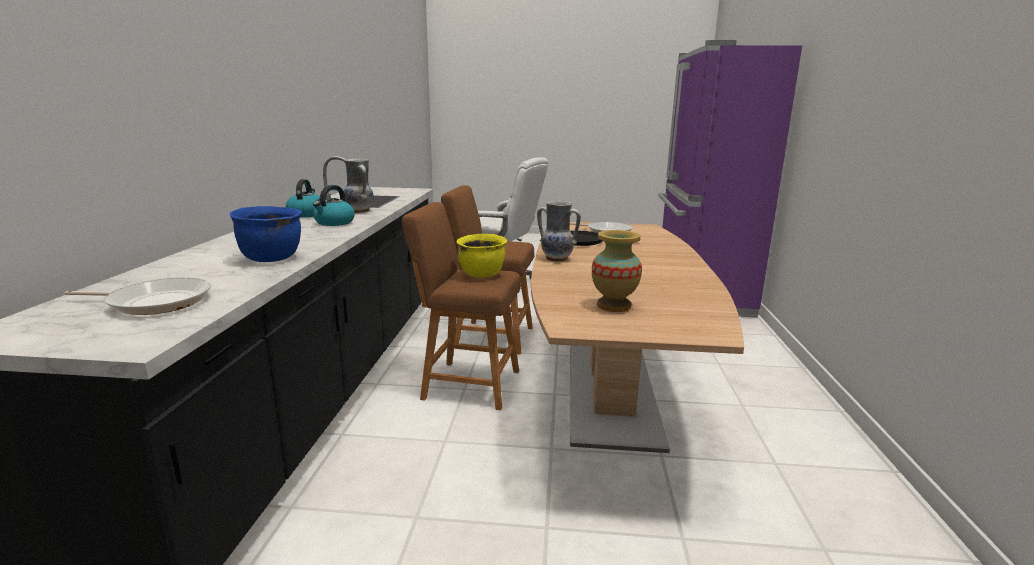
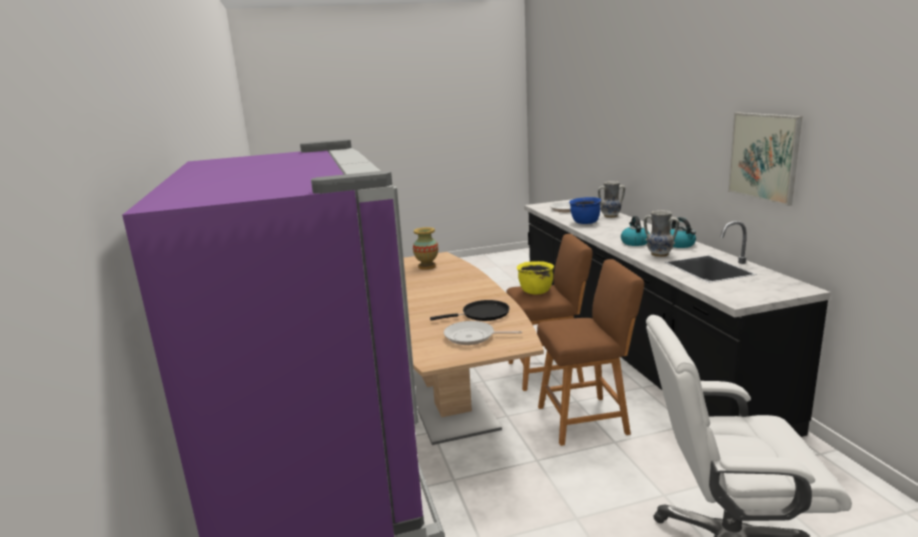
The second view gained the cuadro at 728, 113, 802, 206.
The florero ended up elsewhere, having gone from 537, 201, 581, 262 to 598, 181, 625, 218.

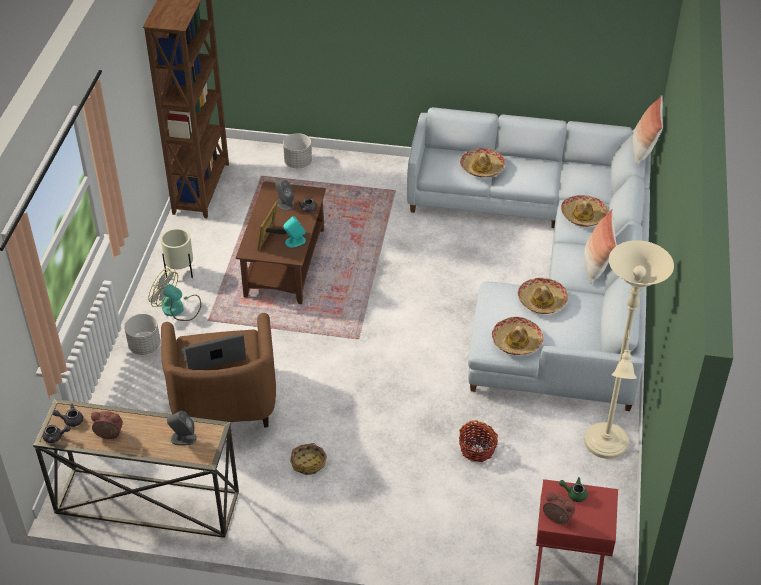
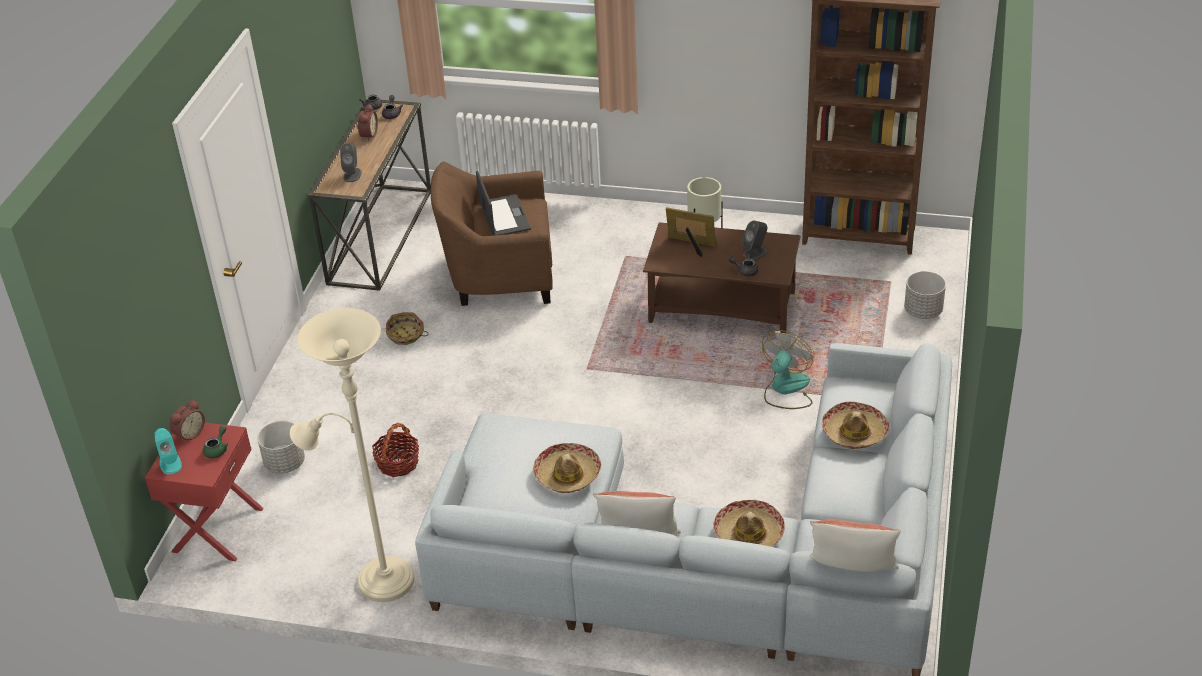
The second view lost the sombrero at 492, 317, 543, 355.
The maceta/gris ended up elsewhere, having gone from 124, 314, 161, 355 to 257, 421, 305, 474.
The ventilador ended up elsewhere, having gone from 149, 268, 201, 321 to 762, 330, 813, 409.
The altavoz/turquesa ended up elsewhere, having gone from 283, 216, 306, 248 to 154, 428, 182, 474.

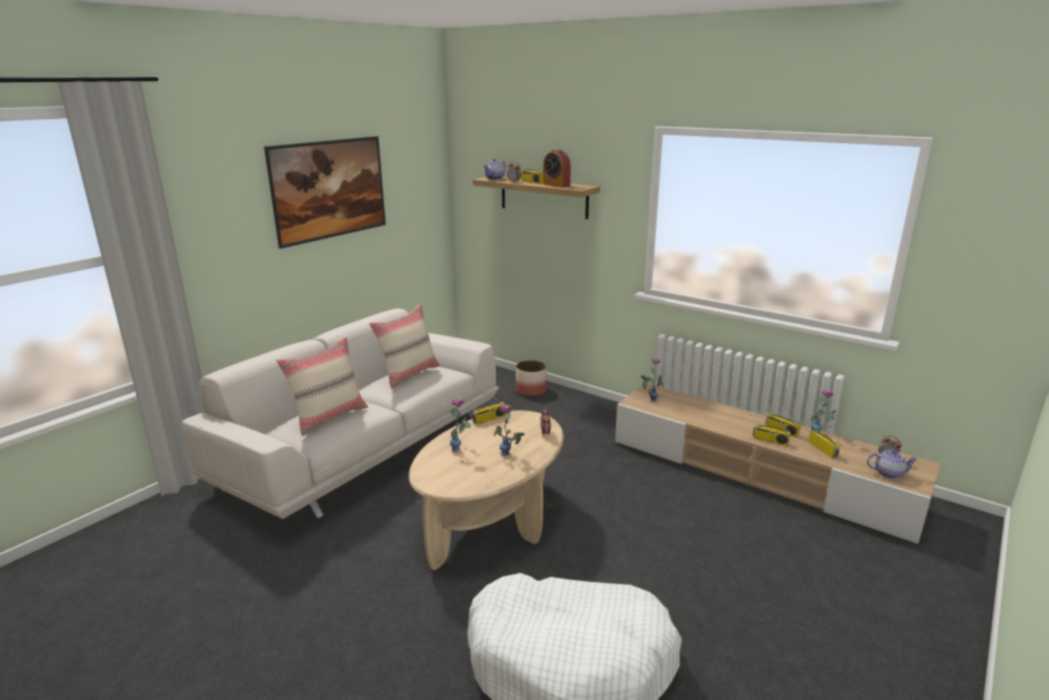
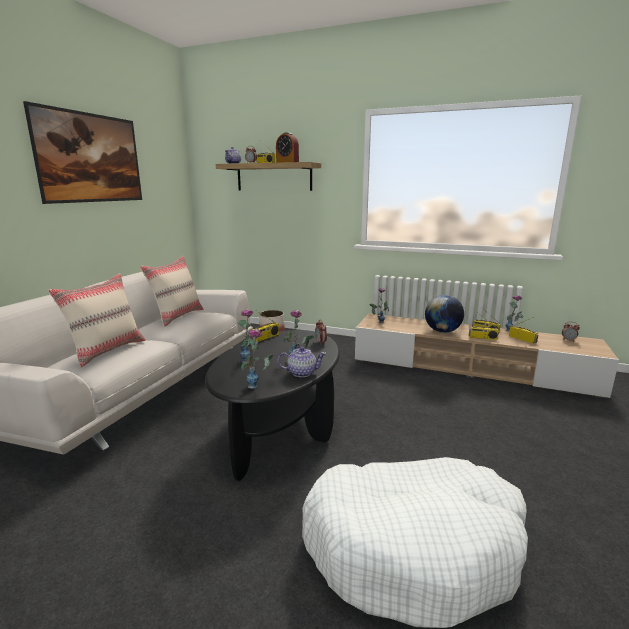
The second view gained the florero at 241, 329, 274, 389.
The second view gained the globo terráqueo at 425, 295, 464, 333.
The tetera ended up elsewhere, having gone from 867, 450, 918, 479 to 278, 347, 326, 377.
What was the mesa de centro/beis at 409, 410, 564, 570 turned into the mesa de centro/negro at 205, 330, 340, 481.

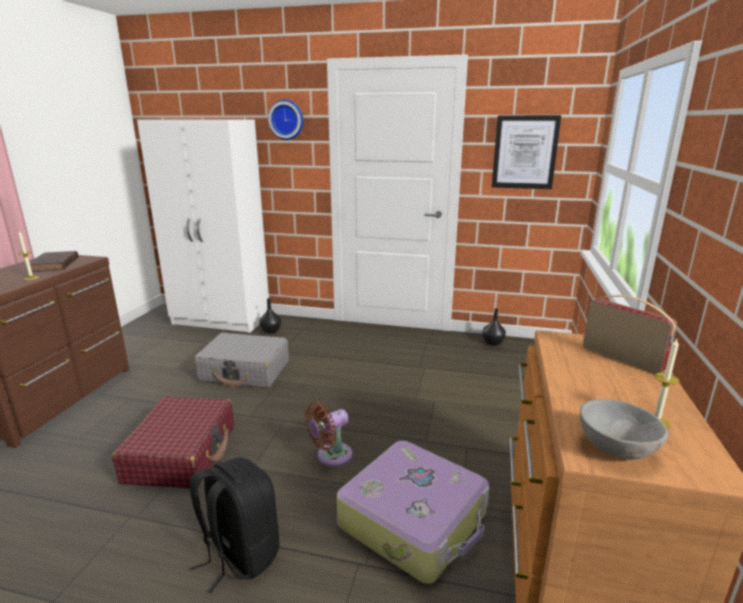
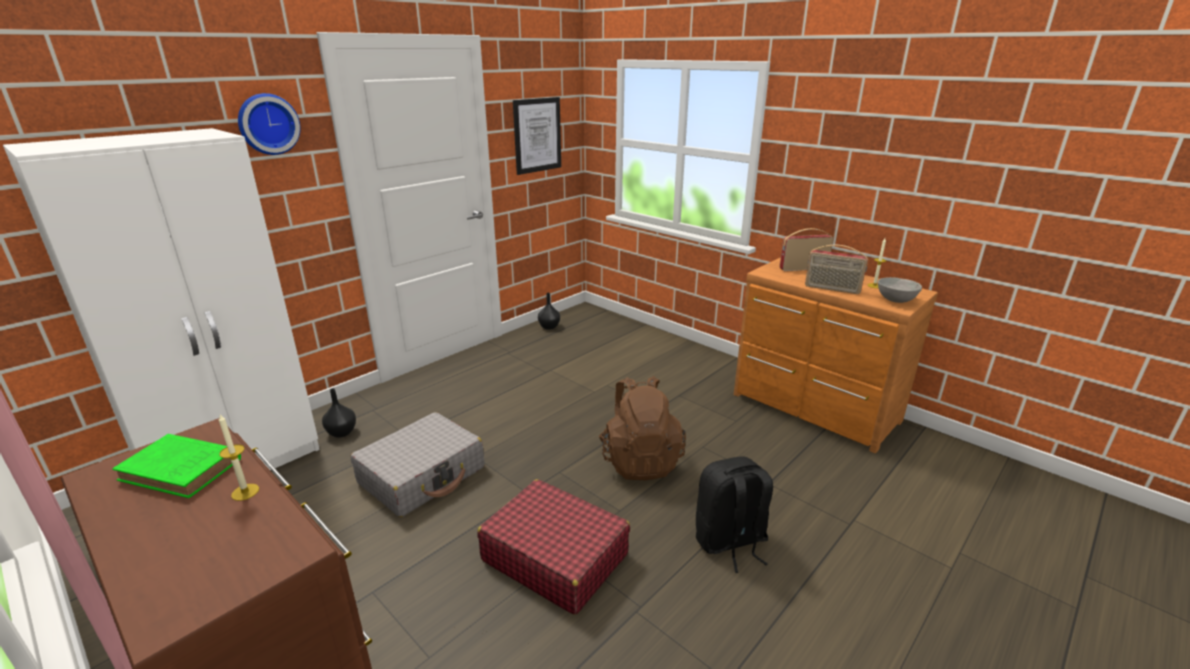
The second view lost the maleta at 337, 441, 489, 584.
The second view gained the radio at 805, 245, 868, 294.
Where the ventilador/marrón stood at 305, 402, 353, 467, the mochila/marrón came to stand at 599, 376, 686, 480.
What was the libro/marrón at 27, 251, 79, 272 turned into the libro/verde at 112, 434, 241, 498.

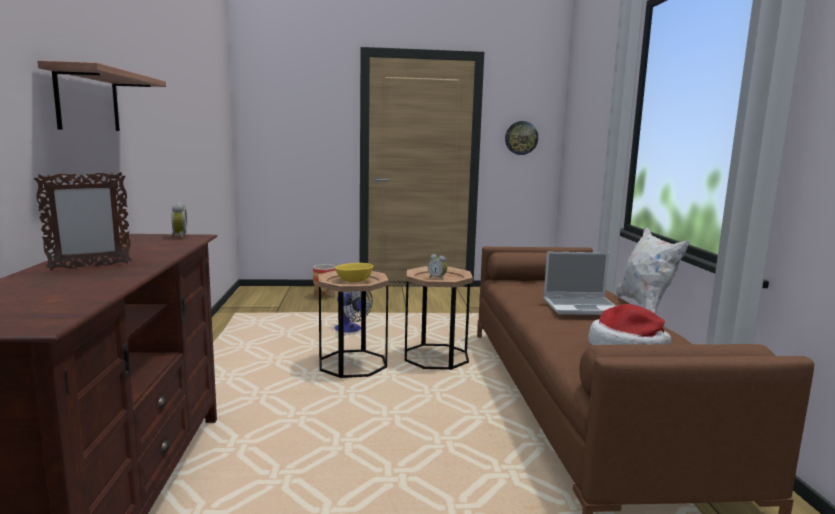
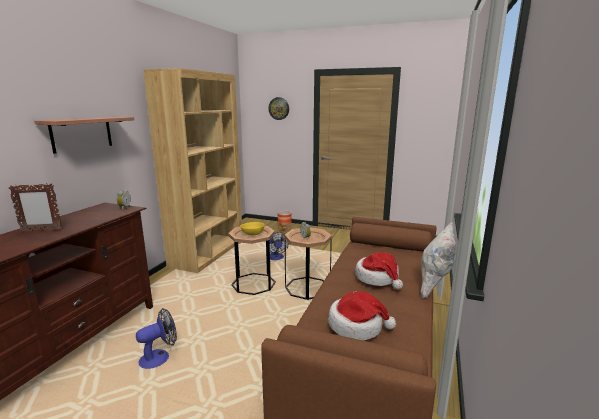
The second view gained the ventilador at 136, 308, 177, 369.
The second view gained the estantería/marrón at 143, 68, 242, 273.
The reloj de pared ended up elsewhere, having gone from 505, 121, 538, 155 to 268, 97, 289, 120.
Where the portátil stood at 543, 252, 616, 315, the sombrero came to stand at 355, 252, 403, 290.

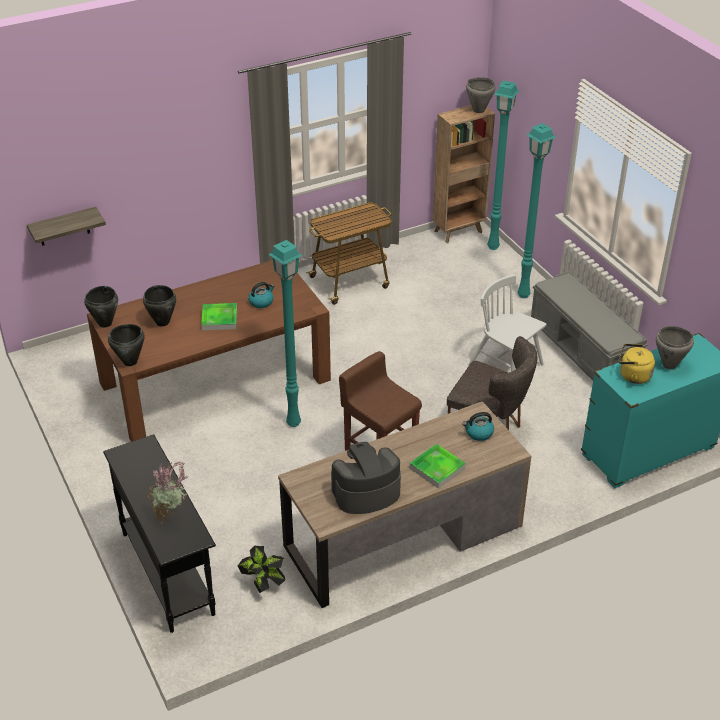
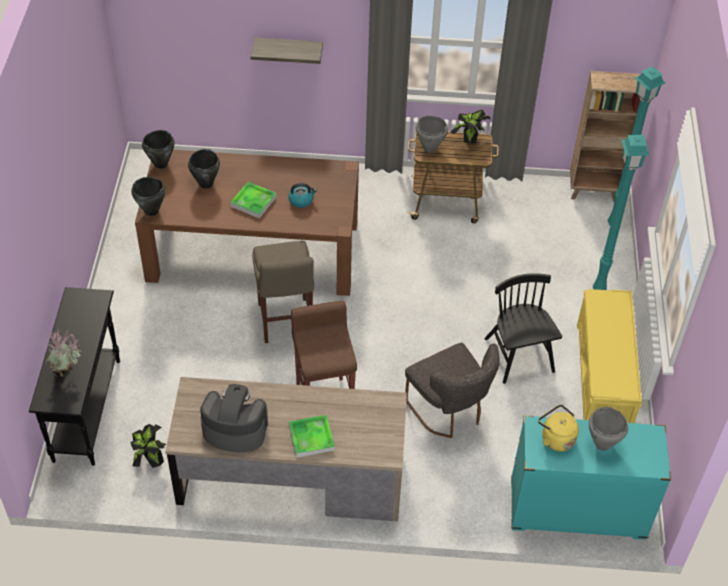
The second view lost the hervidor at 462, 412, 494, 441.
The second view gained the planta en maceta at 451, 110, 491, 144.
The estante ended up elsewhere, having gone from 27, 207, 106, 246 to 251, 37, 323, 64.
The olla/gris ended up elsewhere, having gone from 466, 77, 496, 113 to 416, 116, 448, 153.
Where the lámpara de pie/turquesa stood at 268, 240, 303, 427, the taburete/beis came to stand at 252, 241, 314, 343.
What was the silla/blanco at 469, 274, 546, 372 turned into the silla/negro at 485, 273, 562, 384.
What was the banco/gris at 531, 271, 648, 380 turned into the banco/amarillo at 577, 289, 642, 423.

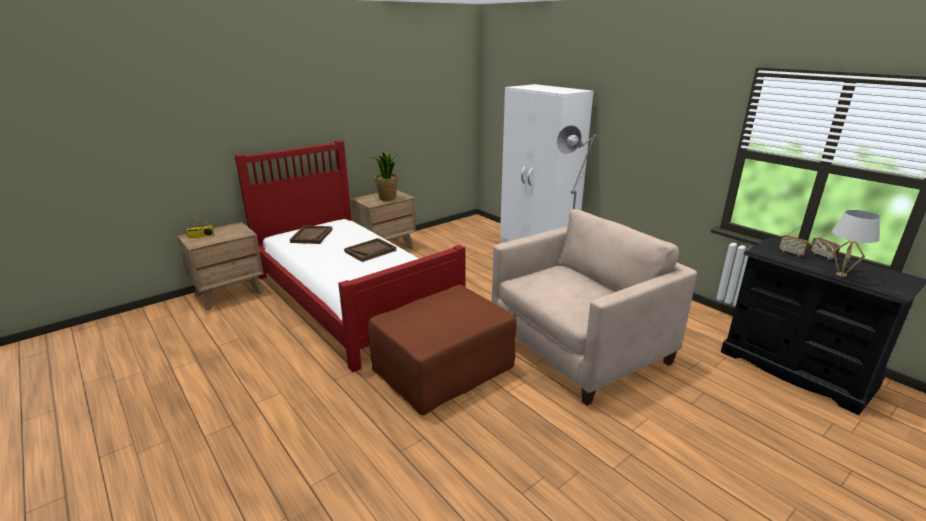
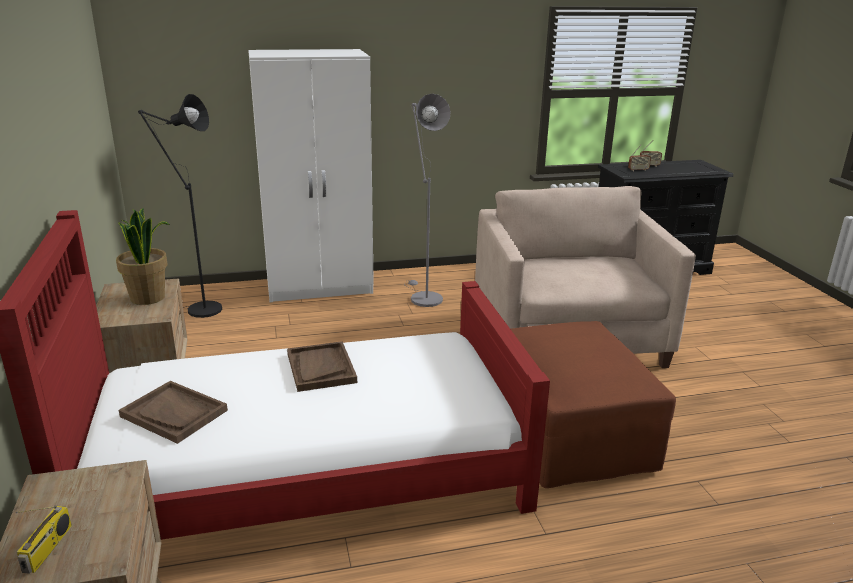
The second view lost the lámpara de mesa/blanco at 831, 210, 880, 277.
The second view gained the lámpara de pie/negro at 138, 94, 222, 318.

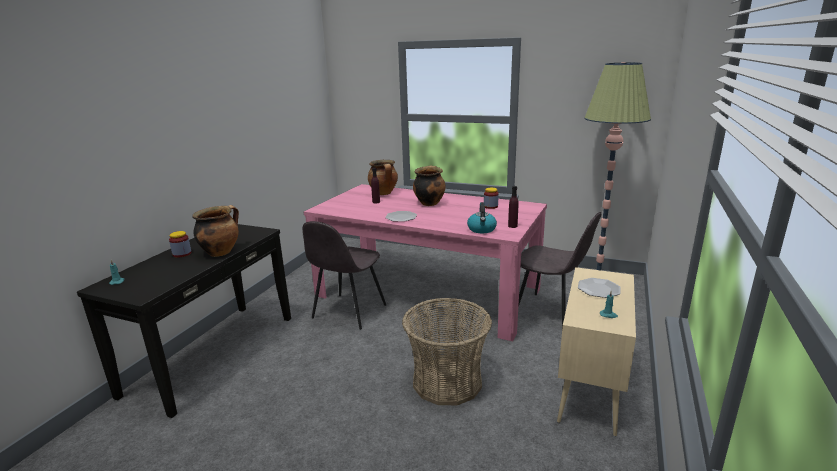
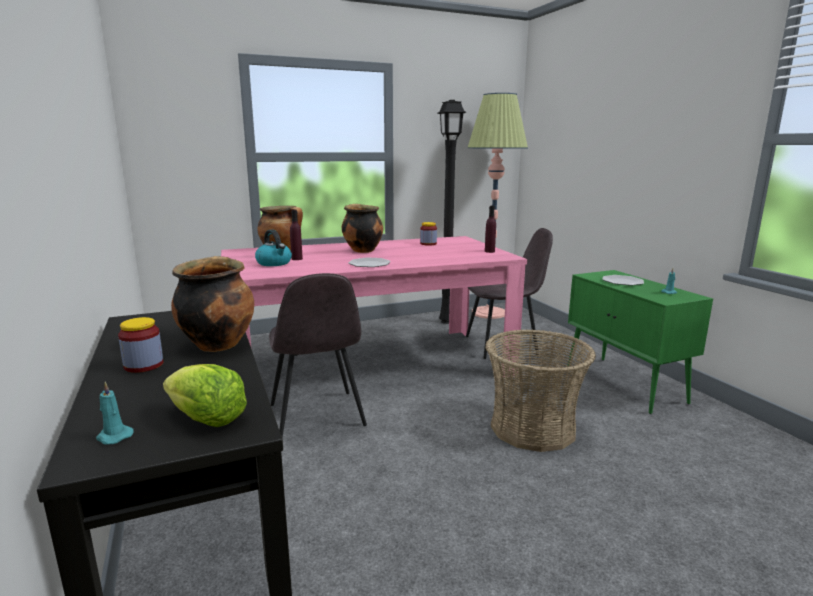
The second view gained the lechuga at 163, 364, 247, 427.
The second view gained the lámpara de pie/negro at 438, 100, 466, 324.
The hervidor ended up elsewhere, having gone from 467, 202, 497, 233 to 255, 230, 292, 266.
What was the armario/beis at 557, 267, 636, 436 turned into the armario/verde at 568, 270, 713, 414.

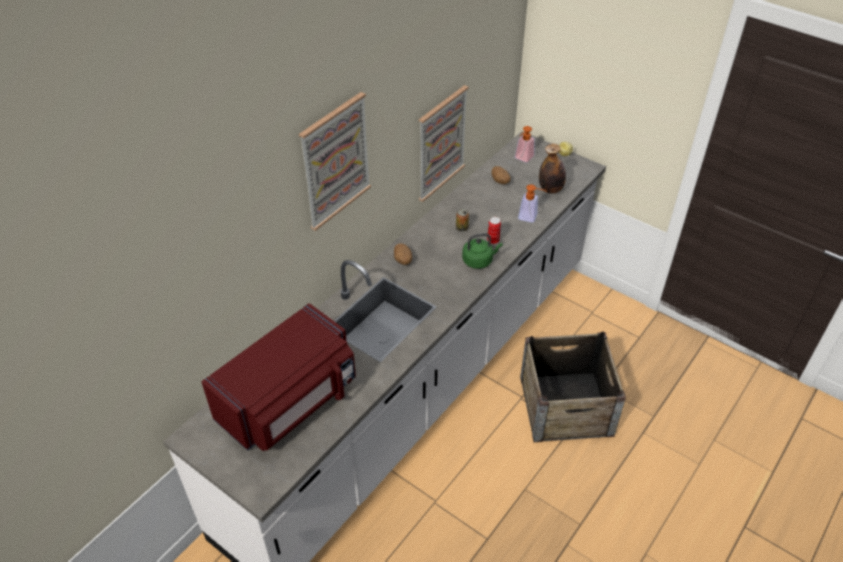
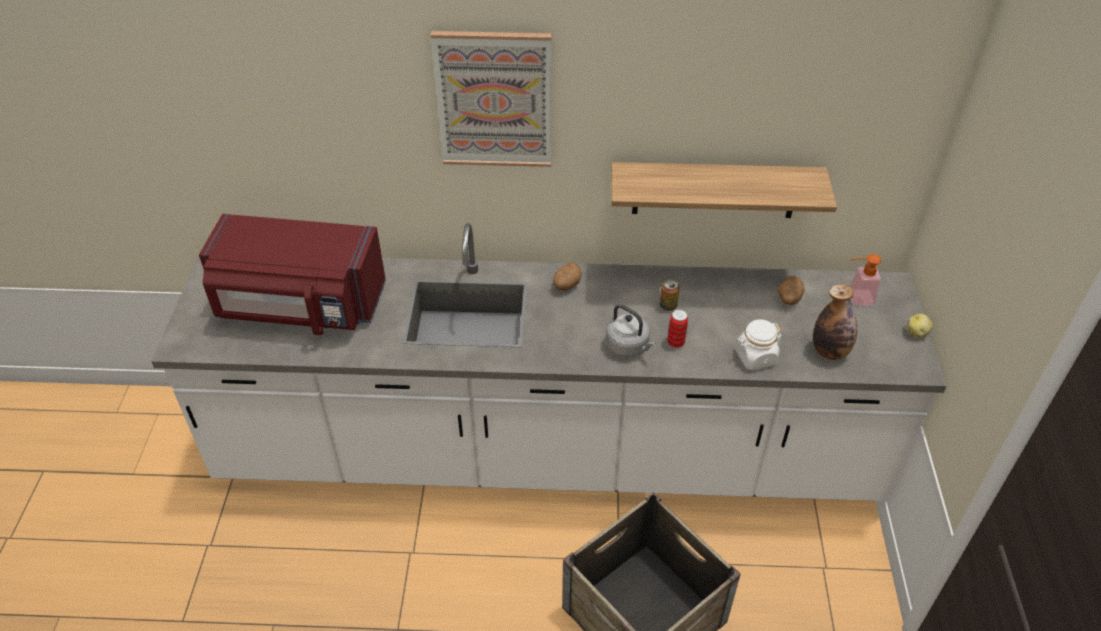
Where the cuadro hung at 419, 85, 469, 202, the estante came to hang at 611, 162, 837, 218.
Where the dispensador de jabón stood at 518, 184, 547, 223, the tarro/blanco came to stand at 735, 319, 782, 370.
What was the hervidor/verde at 462, 233, 503, 269 turned into the hervidor/gris at 606, 304, 656, 357.

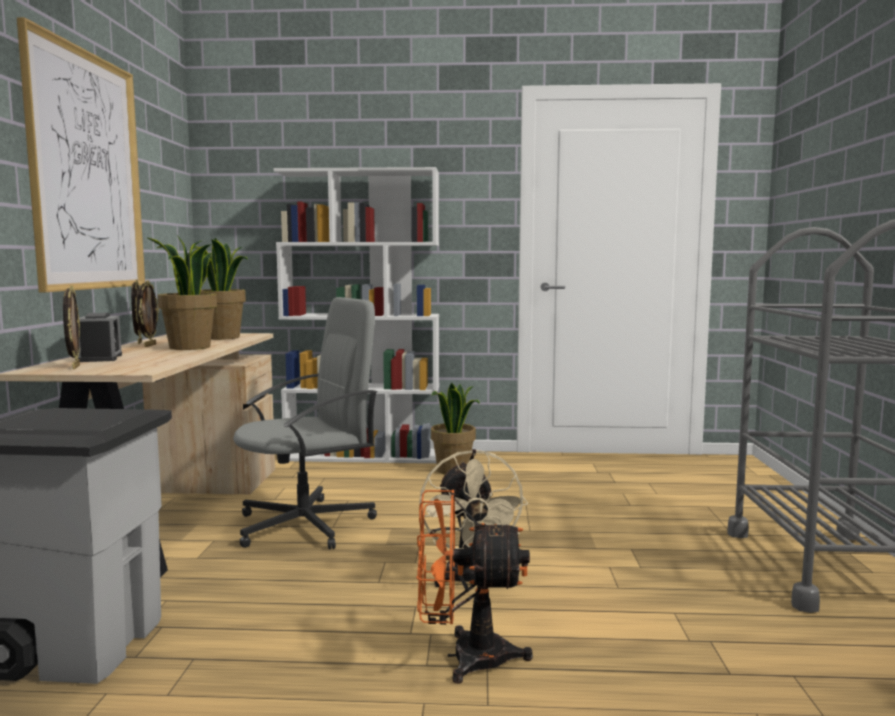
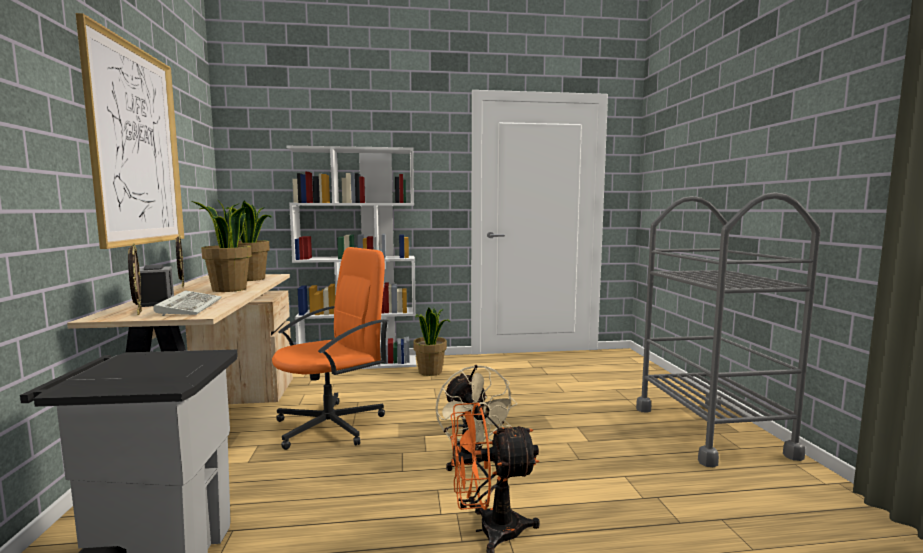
The second view lost the portarretratos at 137, 280, 159, 347.
The second view gained the teclado at 153, 290, 222, 316.
What was the silla de oficina/gris at 233, 297, 377, 549 turned into the silla de oficina/naranja at 272, 247, 388, 450.

